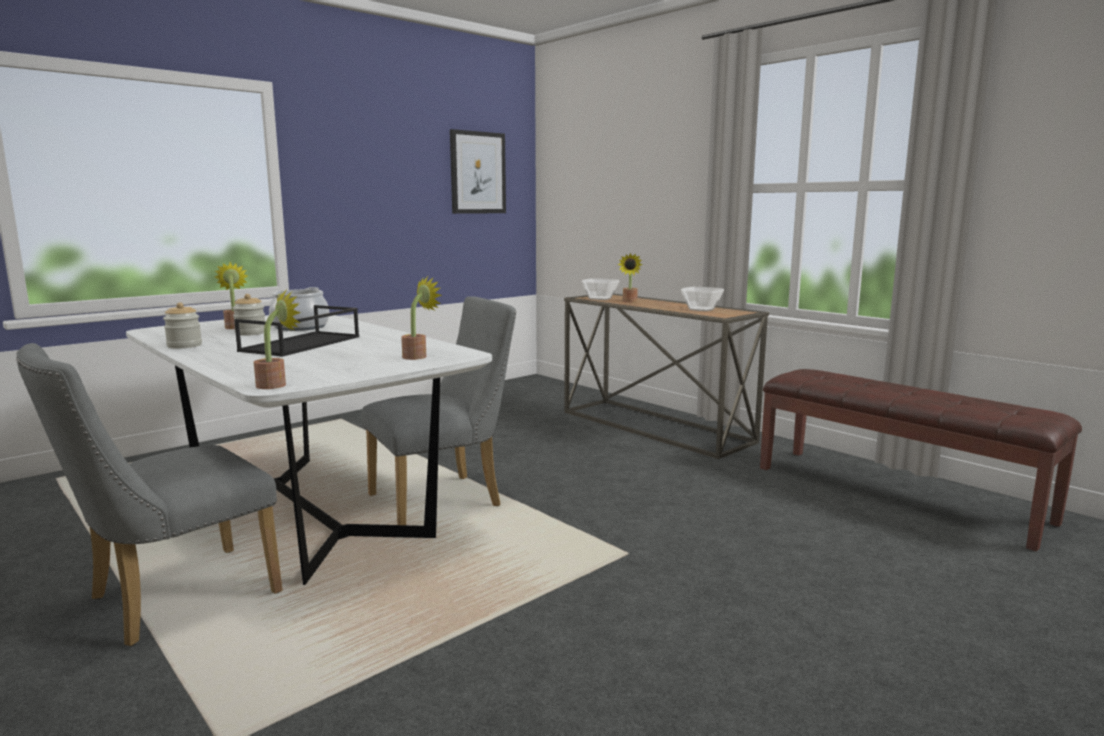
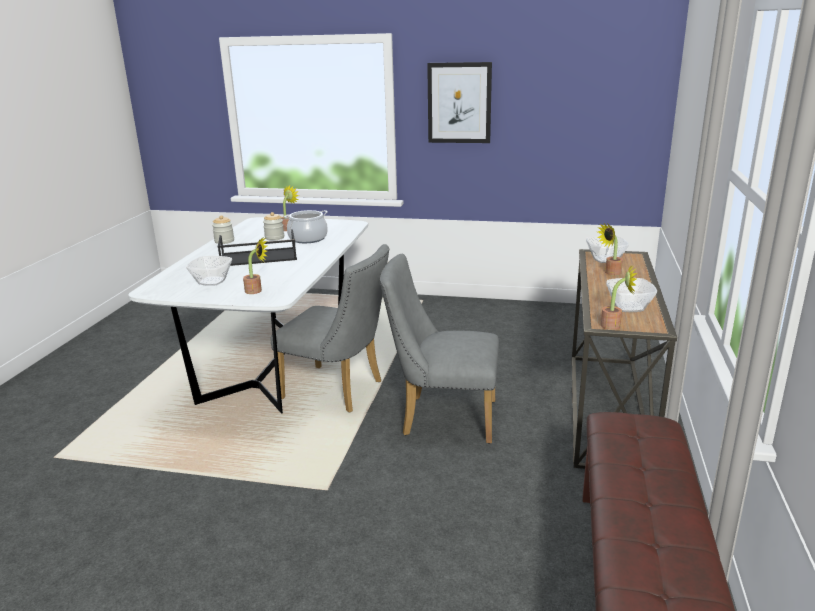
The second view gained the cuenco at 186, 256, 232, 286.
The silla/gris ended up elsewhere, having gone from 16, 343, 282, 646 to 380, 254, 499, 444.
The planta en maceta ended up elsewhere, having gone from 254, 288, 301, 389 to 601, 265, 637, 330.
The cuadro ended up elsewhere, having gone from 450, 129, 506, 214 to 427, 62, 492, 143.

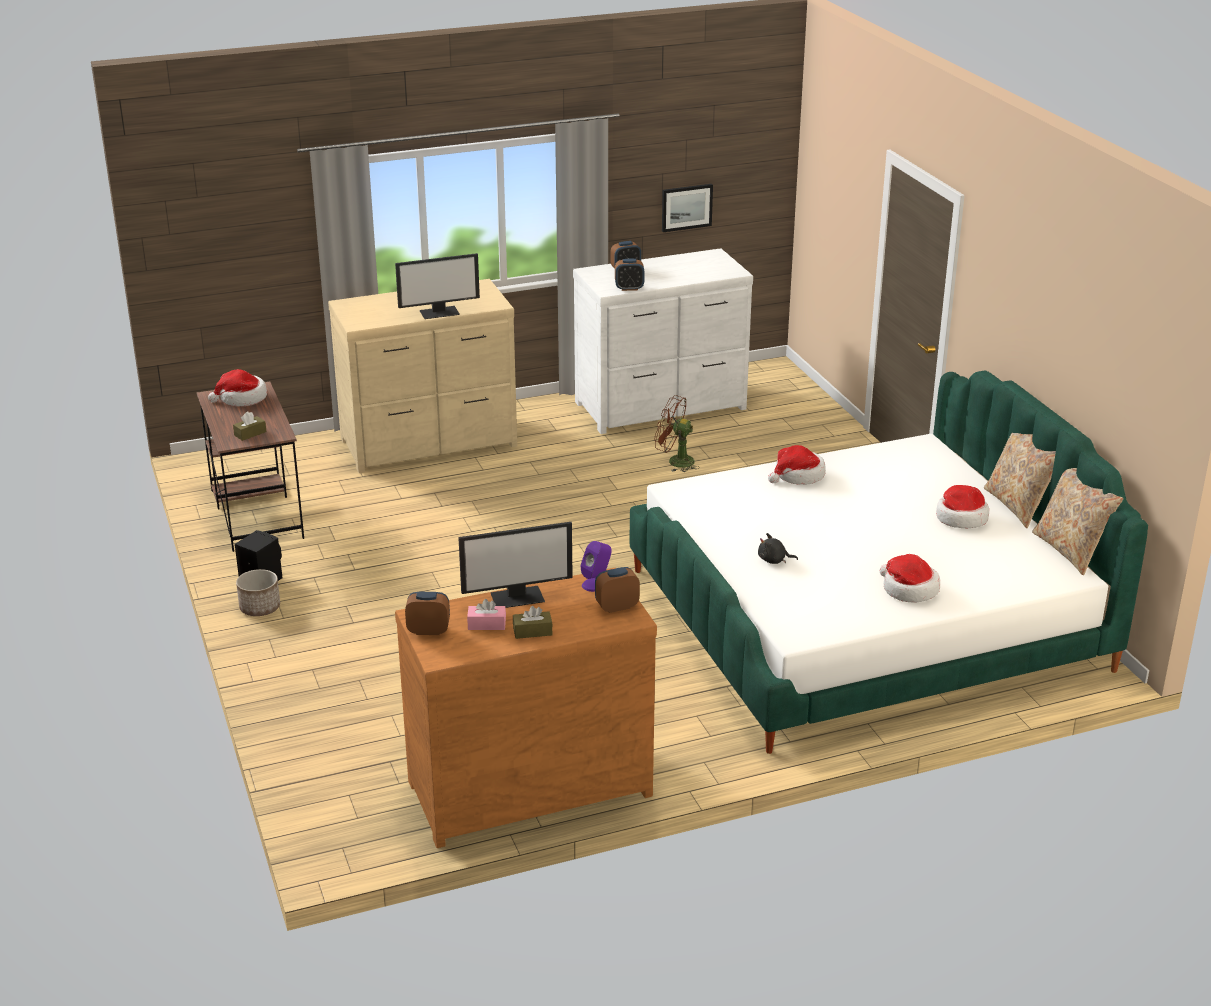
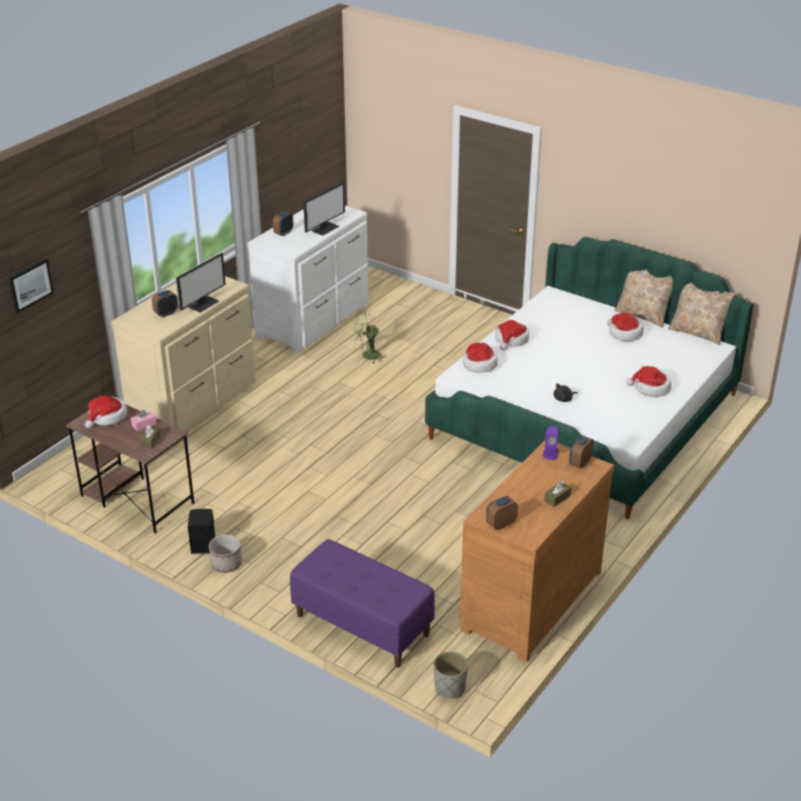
The second view gained the banco/morado at 290, 539, 435, 668.
The second view gained the maceta/gris at 434, 652, 468, 698.
The second view gained the sombrero at 463, 343, 498, 373.
The monitor ended up elsewhere, having gone from 458, 522, 573, 608 to 303, 182, 345, 236.
The caja de pañuelos/rosa ended up elsewhere, having gone from 467, 599, 506, 630 to 131, 409, 157, 431.
The despertador ended up elsewhere, having gone from 615, 259, 644, 291 to 152, 290, 178, 317.
The cuadro ended up elsewhere, having gone from 662, 184, 713, 232 to 9, 258, 54, 313.
What was the ventilador/marrón at 655, 395, 700, 472 turned into the ventilador/verde at 352, 311, 387, 364.

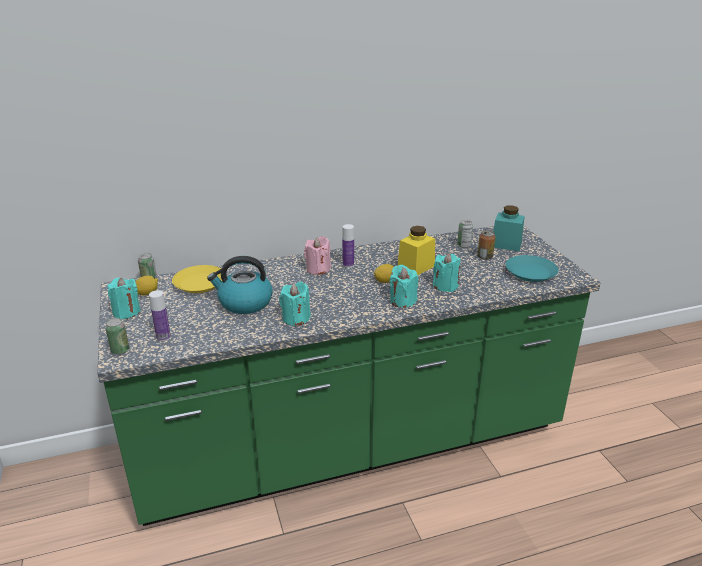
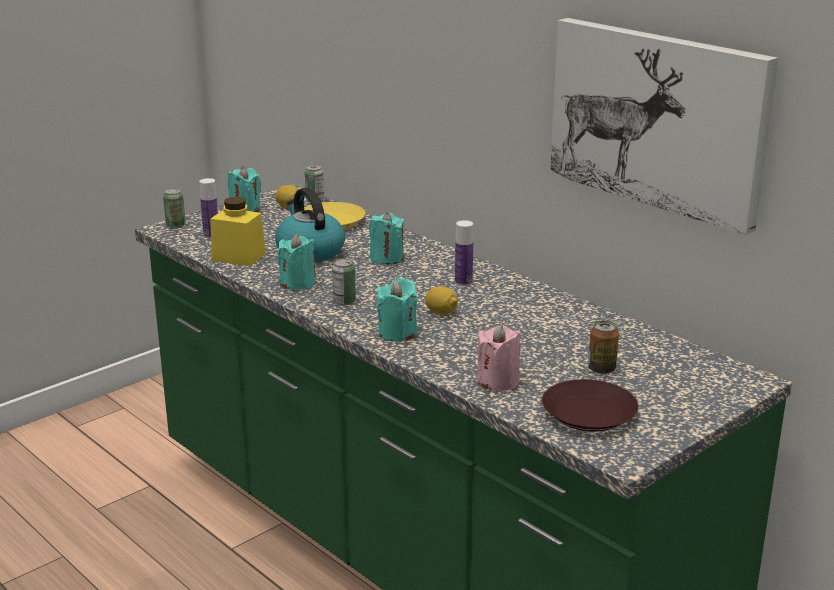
The second view lost the tarro/turquesa at 493, 205, 525, 251.
The second view gained the cuadro at 550, 18, 778, 235.
The vela/rosa ended up elsewhere, having gone from 304, 236, 331, 275 to 477, 324, 522, 391.
The tarro/amarillo ended up elsewhere, having gone from 398, 226, 435, 275 to 211, 197, 266, 266.
The vela/turquesa ended up elsewhere, having gone from 432, 253, 461, 292 to 369, 212, 404, 264.
The lata ended up elsewhere, having gone from 457, 220, 473, 248 to 332, 259, 356, 305.
What was the plato/turquesa at 506, 255, 559, 282 turned into the plato/marrón at 542, 379, 638, 432.

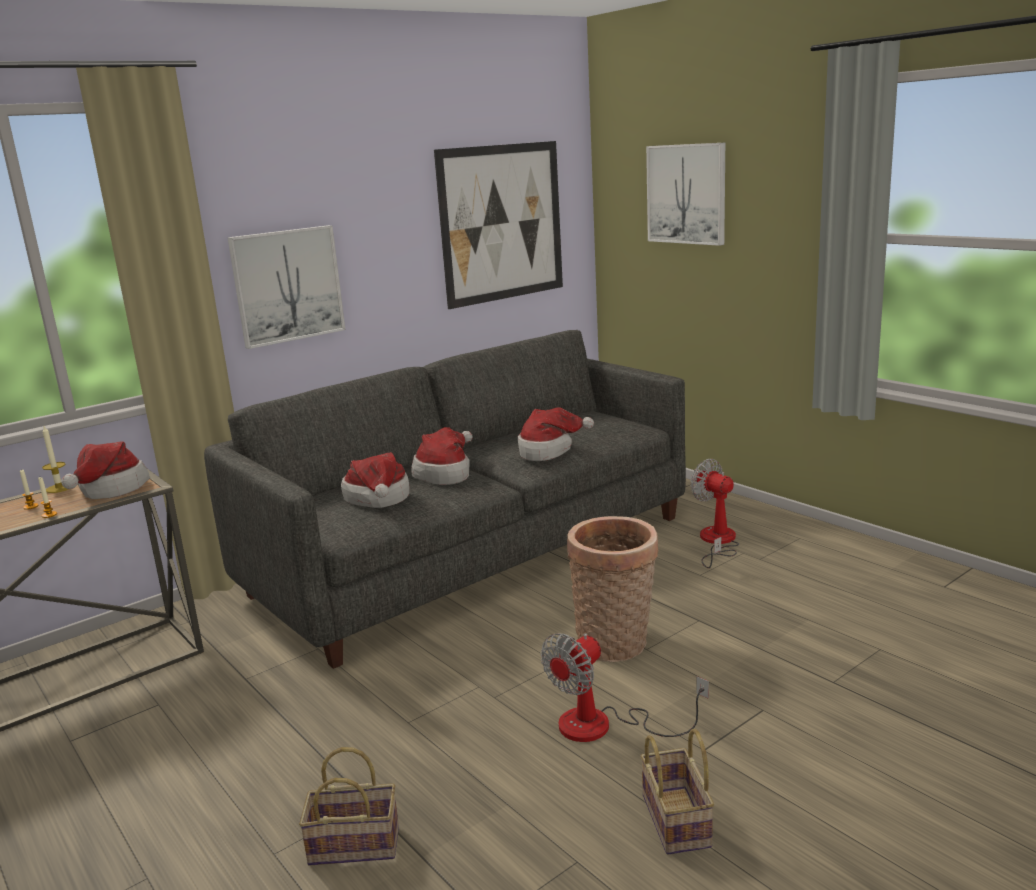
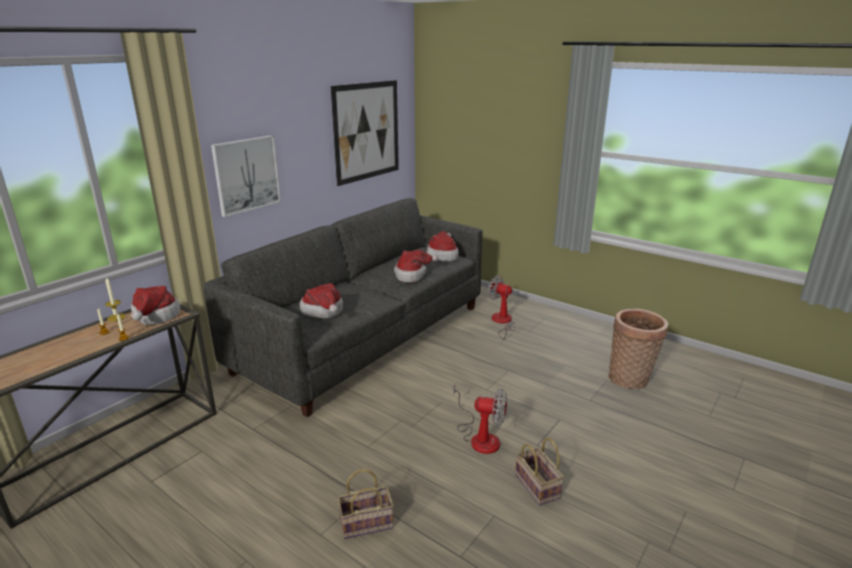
The second view lost the cuadro at 646, 143, 725, 246.
The sombrero ended up elsewhere, having gone from 411, 427, 472, 485 to 427, 231, 459, 261.
The cesta ended up elsewhere, having gone from 567, 516, 658, 662 to 608, 309, 669, 389.
The ventilador at 541, 633, 709, 742 ended up facing another way, 105 degrees counterclockwise from before.

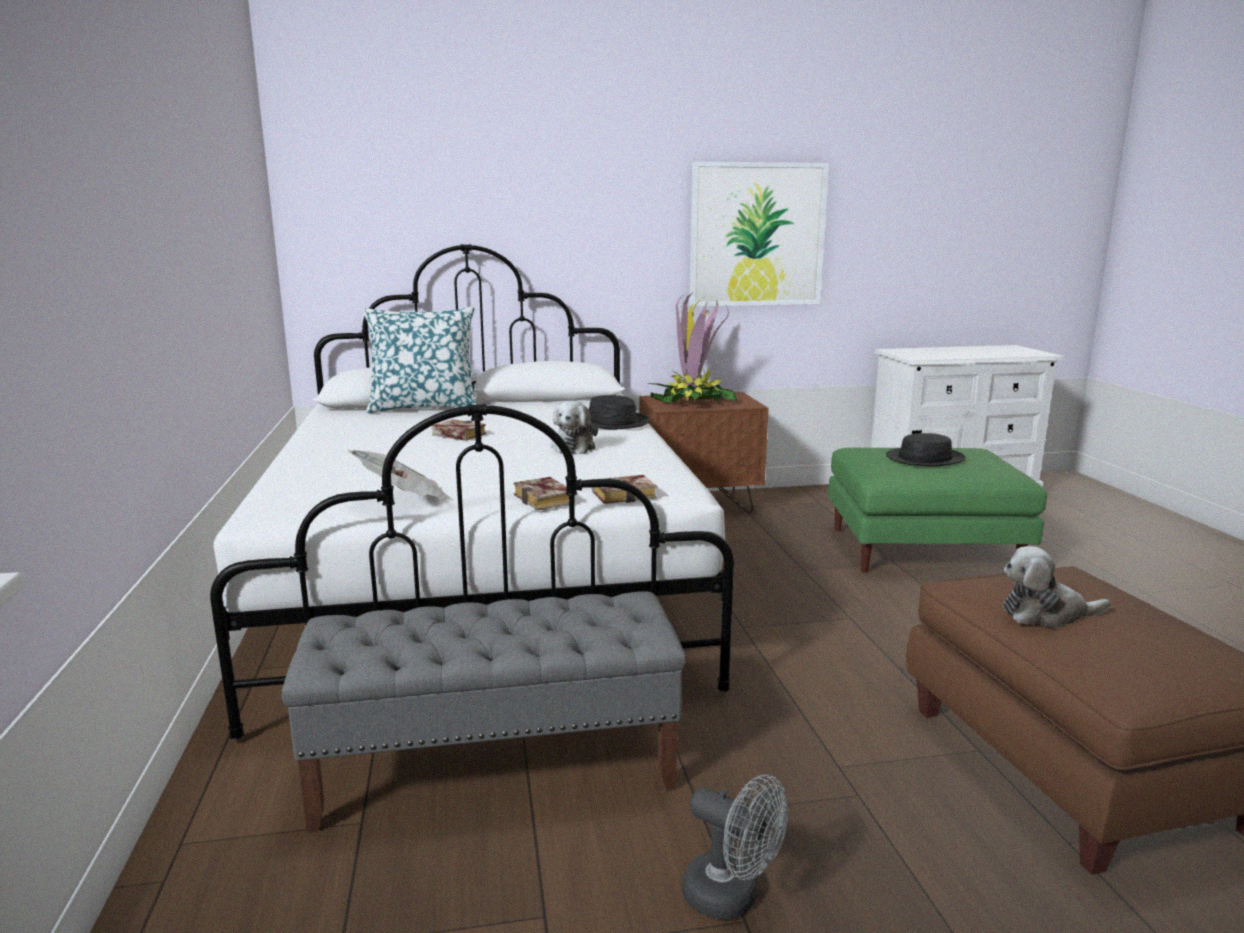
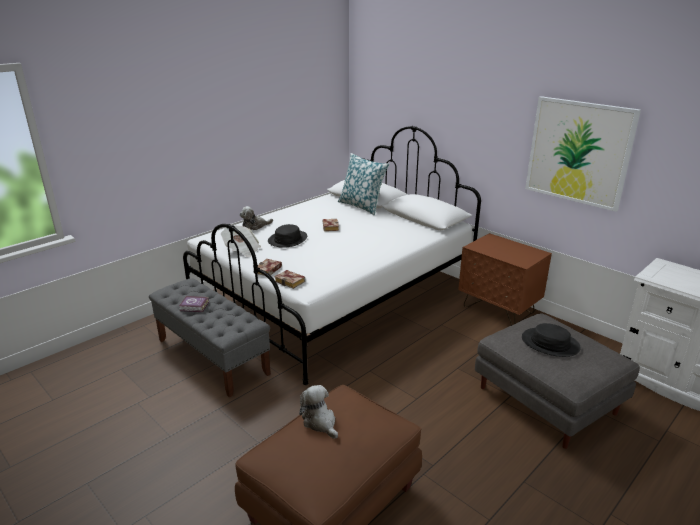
The second view lost the planta en maceta at 647, 293, 737, 403.
The second view lost the ventilador/gris at 682, 774, 788, 920.
The second view gained the libro at 179, 296, 209, 312.
The peluche ended up elsewhere, having gone from 550, 401, 598, 454 to 240, 206, 273, 230.
The sombrero/negro ended up elsewhere, having gone from 589, 395, 650, 430 to 268, 224, 307, 248.
What was the puf/verde at 828, 448, 1047, 573 turned into the puf/gris at 475, 313, 640, 449.

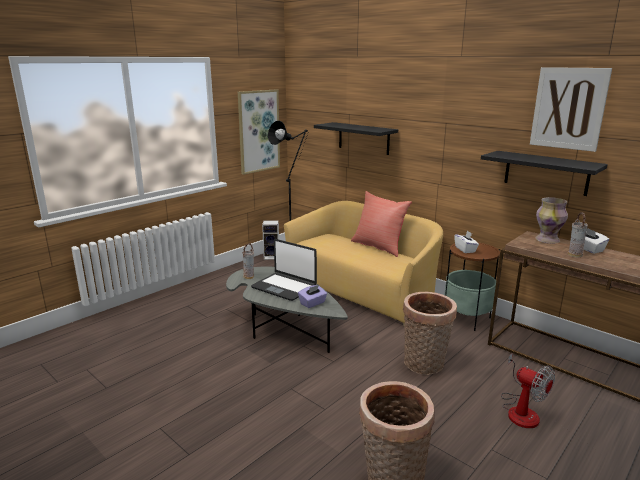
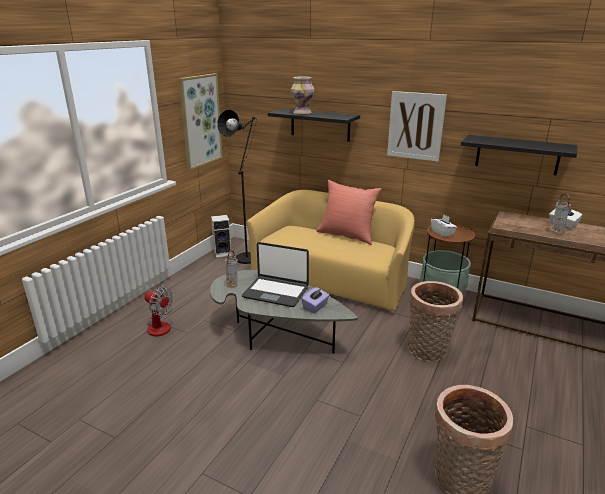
The ventilador ended up elsewhere, having gone from 501, 353, 555, 428 to 145, 283, 173, 336.
The cuadro ended up elsewhere, having gone from 530, 67, 612, 152 to 387, 91, 447, 162.
The florero ended up elsewhere, having gone from 536, 197, 568, 244 to 291, 77, 314, 114.

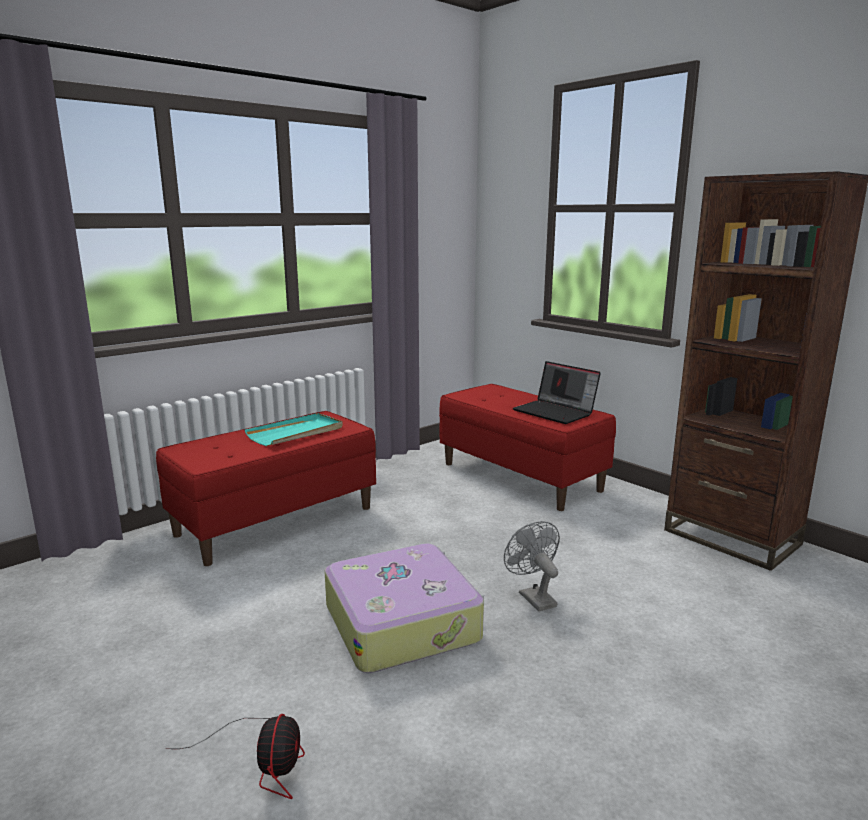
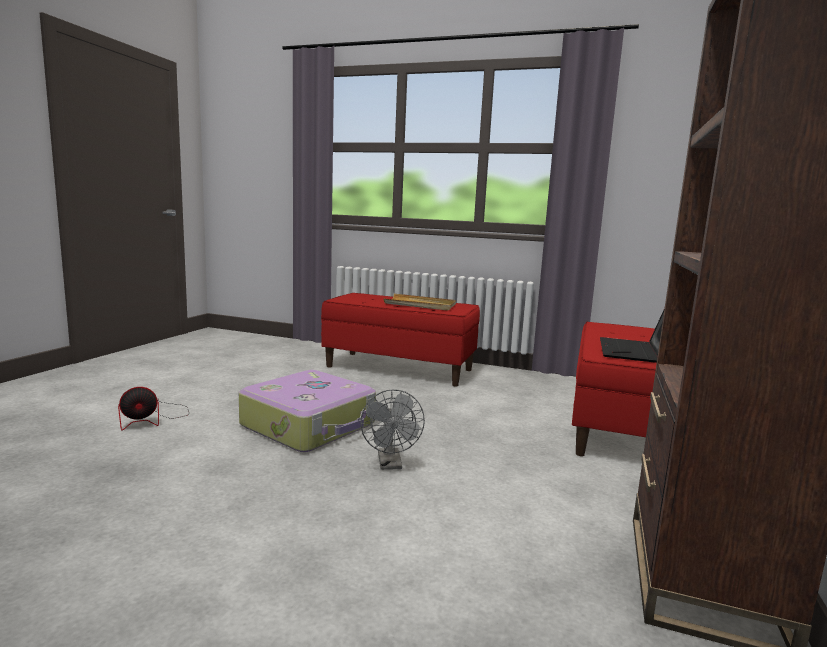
What was the bandeja/turquesa at 245, 413, 343, 446 turned into the bandeja/beis at 384, 294, 456, 311.
The ventilador/gris at 504, 521, 560, 612 ended up facing another way, 135 degrees clockwise from before.

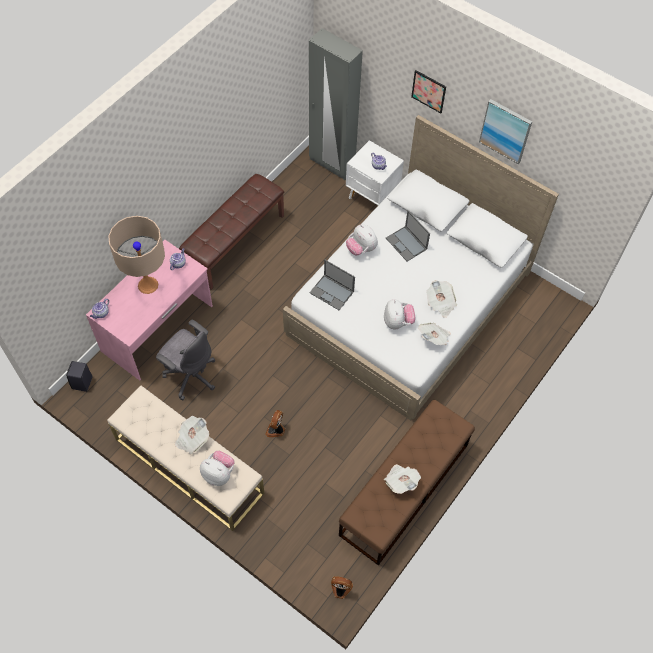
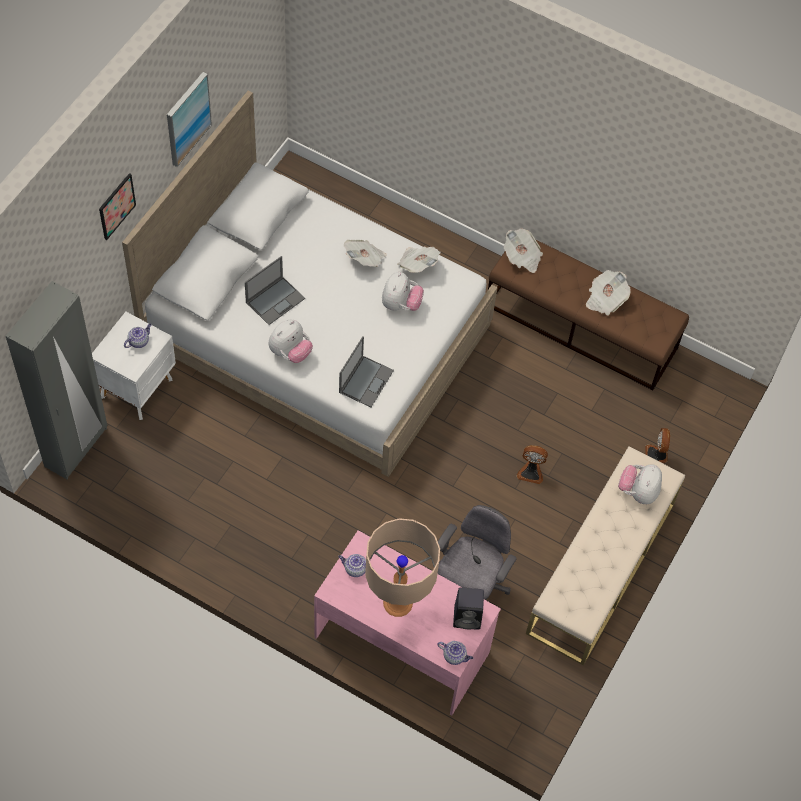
The second view lost the banco/marrón at 179, 174, 284, 289.
The altavoz/negro ended up elsewhere, having gone from 66, 361, 93, 392 to 453, 587, 484, 630.
The periódico ended up elsewhere, having gone from 175, 416, 209, 455 to 504, 229, 543, 273.
The ventilador ended up elsewhere, having gone from 331, 576, 353, 599 to 645, 428, 670, 463.
The peluche at 384, 299, 415, 329 ended up facing another way, 120 degrees clockwise from before.

